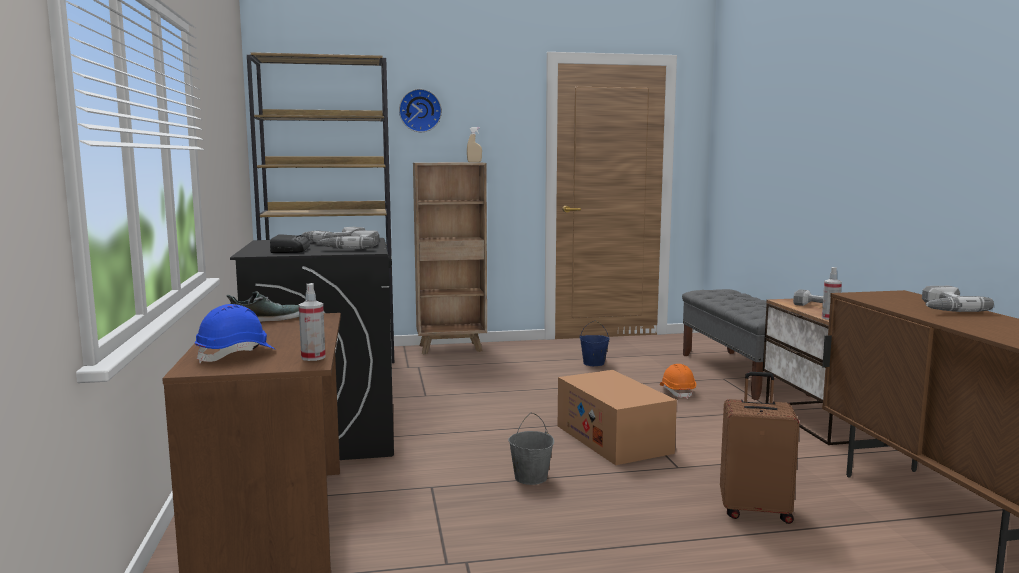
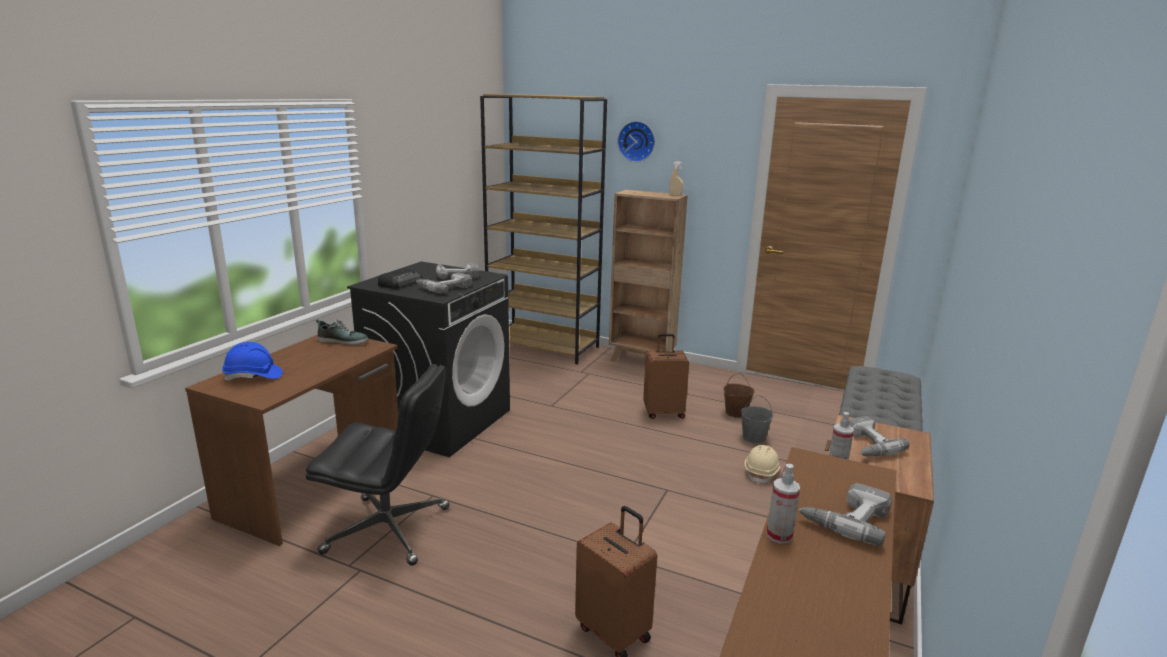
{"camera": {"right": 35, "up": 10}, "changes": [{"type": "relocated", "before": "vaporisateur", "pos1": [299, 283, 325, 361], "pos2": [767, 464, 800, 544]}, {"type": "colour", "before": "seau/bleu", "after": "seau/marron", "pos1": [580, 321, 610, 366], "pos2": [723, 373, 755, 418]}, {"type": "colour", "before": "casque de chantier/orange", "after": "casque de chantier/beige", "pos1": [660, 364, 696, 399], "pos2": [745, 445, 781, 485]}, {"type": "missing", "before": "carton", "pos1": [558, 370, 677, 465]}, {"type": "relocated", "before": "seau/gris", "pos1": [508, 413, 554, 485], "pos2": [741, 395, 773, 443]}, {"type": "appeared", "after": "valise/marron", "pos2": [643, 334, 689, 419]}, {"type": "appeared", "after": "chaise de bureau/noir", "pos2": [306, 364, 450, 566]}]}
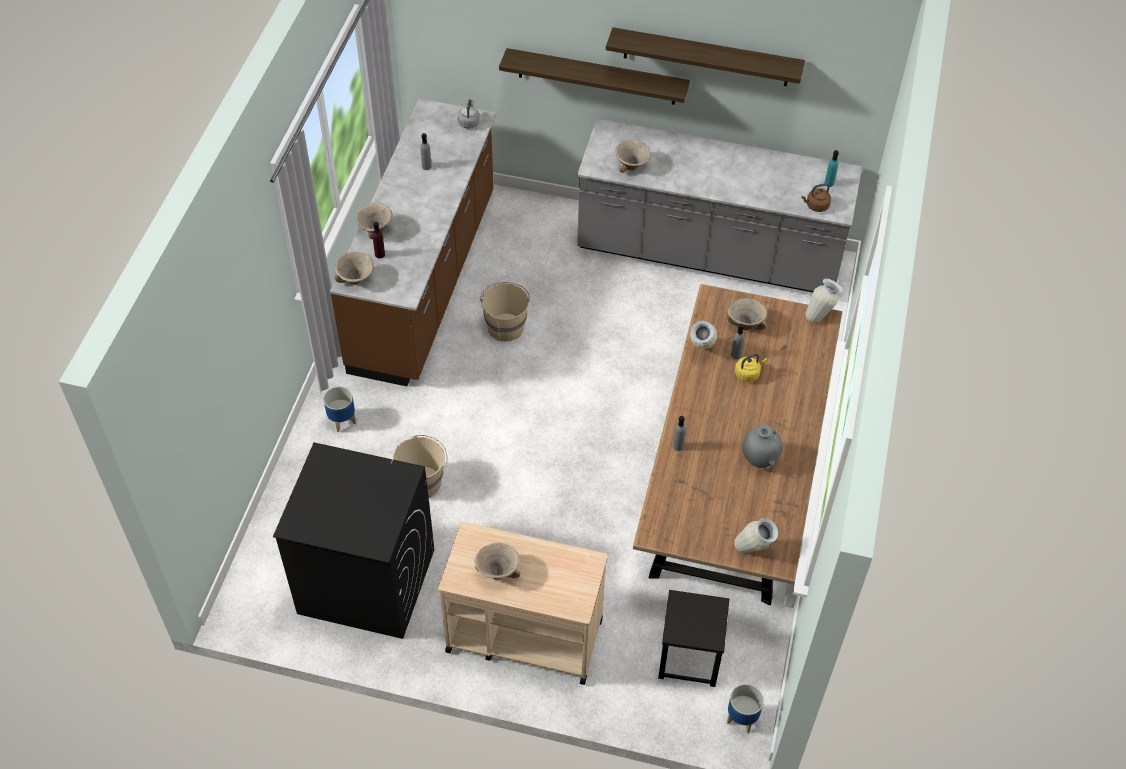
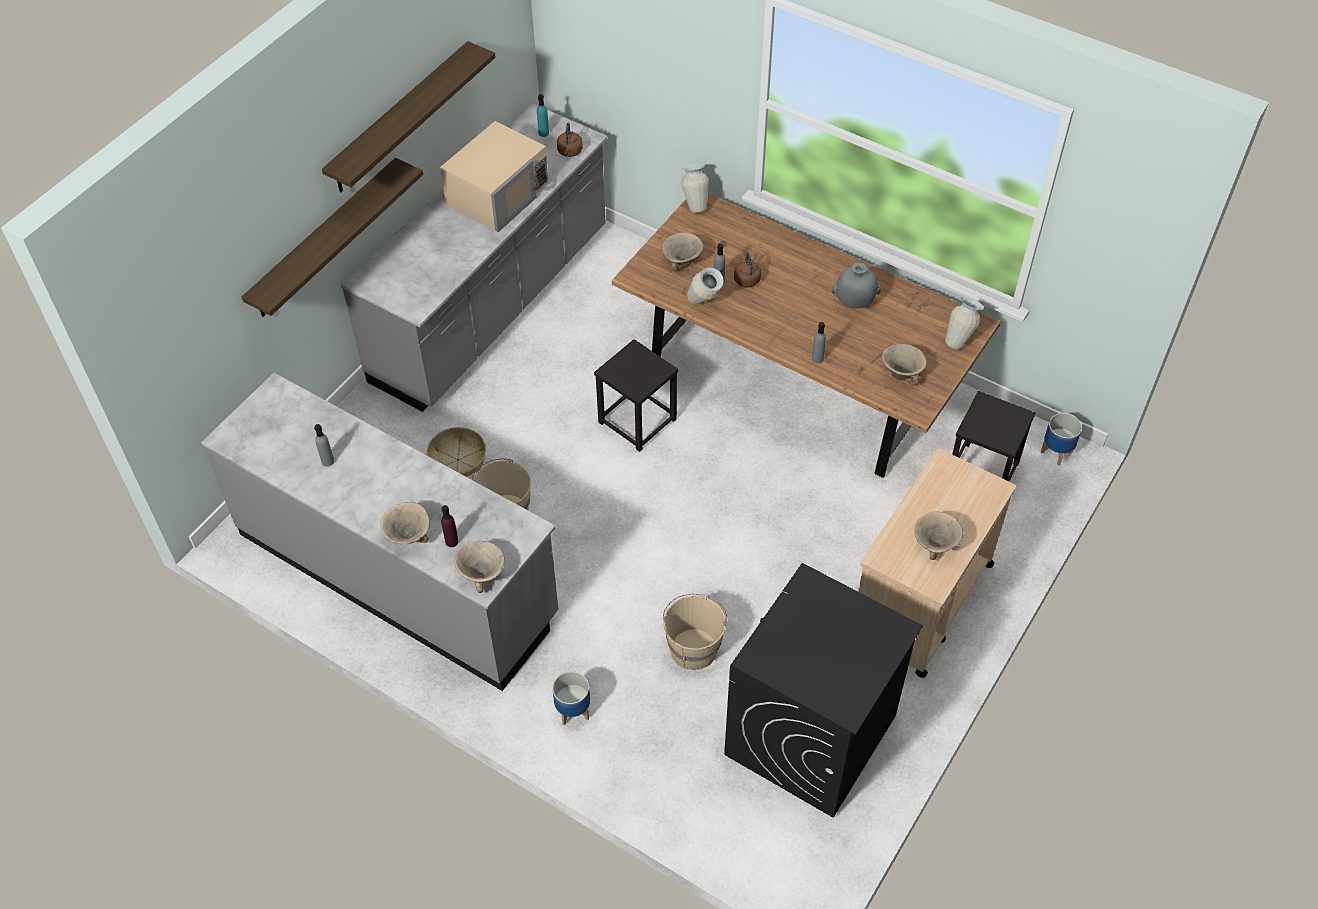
{"camera": {"right": -70, "up": 0}, "changes": [{"type": "colour", "before": "comptoir de cuisine/marron", "after": "comptoir de cuisine/gris", "pos1": [330, 99, 496, 386], "pos2": [201, 373, 559, 691]}, {"type": "missing", "before": "bouilloire/gris", "pos1": [457, 99, 480, 129]}, {"type": "relocated", "before": "bol/beige", "pos1": [615, 140, 651, 173], "pos2": [882, 344, 927, 386]}, {"type": "colour", "before": "bouilloire/jaune", "after": "bouilloire/marron", "pos1": [735, 354, 767, 382], "pos2": [734, 252, 761, 287]}, {"type": "appeared", "after": "micro-ondes/beige", "pos2": [440, 121, 549, 232]}, {"type": "appeared", "after": "tabouret/noir", "pos2": [594, 339, 678, 452]}, {"type": "appeared", "after": "panier", "pos2": [426, 427, 486, 477]}]}
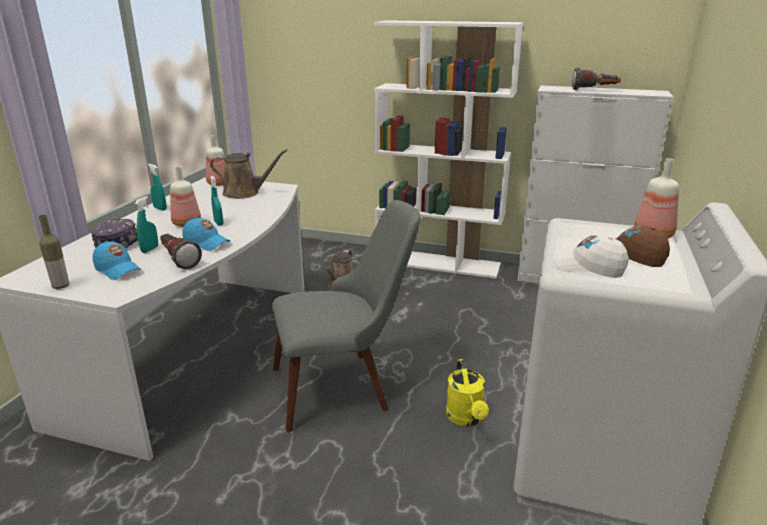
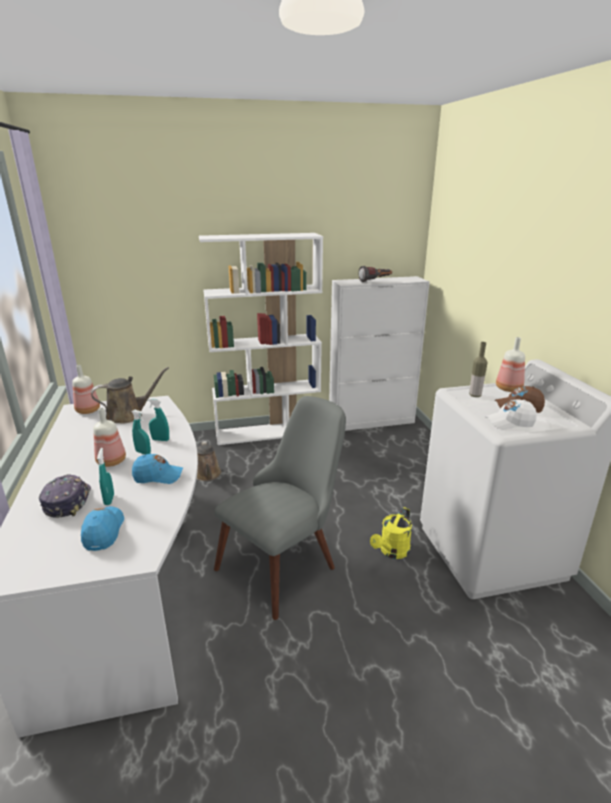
{"camera": {"right": -30, "up": 0}, "changes": [{"type": "relocated", "before": "vaporisateur/turquoise", "pos1": [148, 164, 167, 211], "pos2": [147, 399, 169, 441]}, {"type": "relocated", "before": "bouteille", "pos1": [39, 215, 69, 289], "pos2": [469, 342, 487, 397]}, {"type": "missing", "before": "lampe de poche", "pos1": [160, 234, 202, 269]}, {"type": "spun", "before": "casquette/bleu", "pos1": [93, 241, 142, 280], "pos2": [81, 506, 124, 551], "turn": -105}, {"type": "spun", "before": "arrosoir/jaune", "pos1": [446, 359, 489, 426], "pos2": [370, 507, 412, 559], "turn": 75}]}
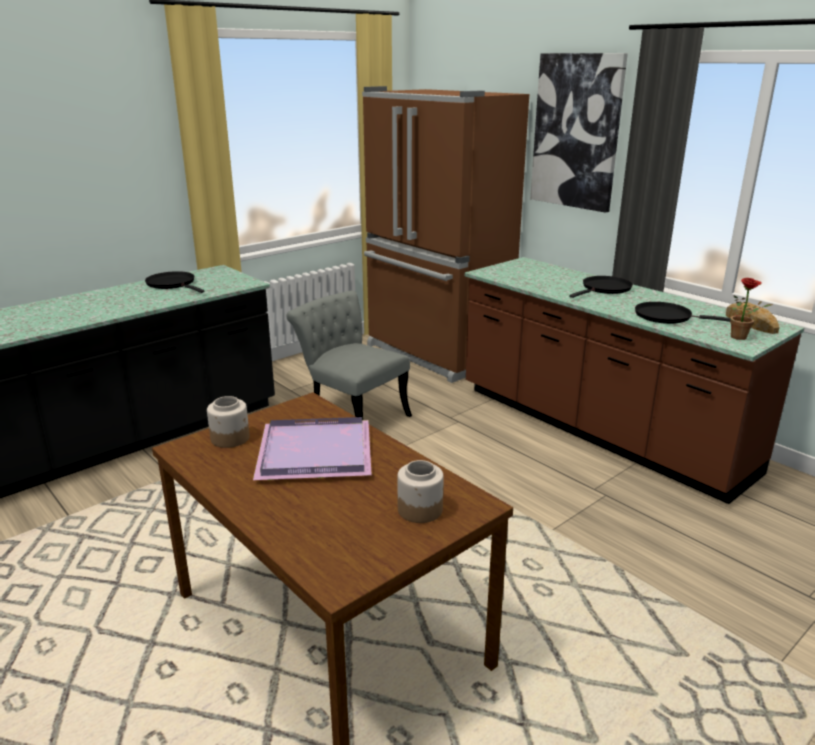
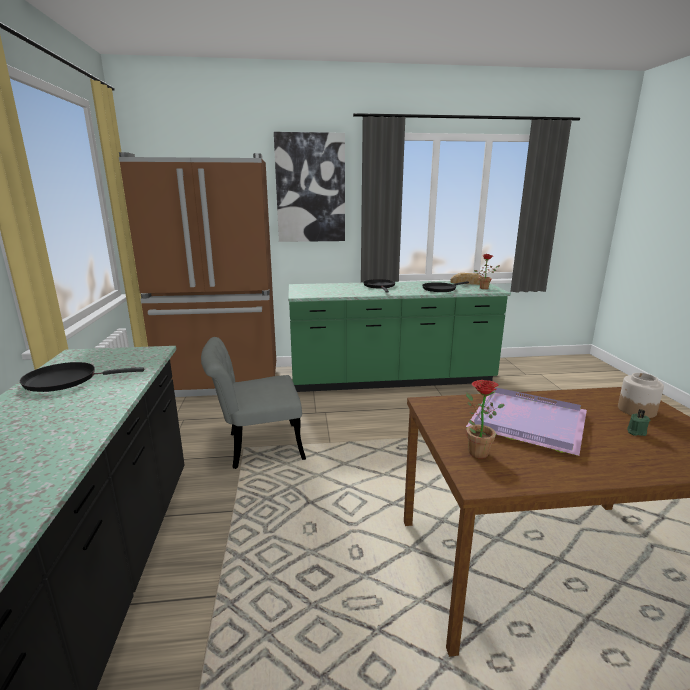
{"camera": {"right": -55, "up": -5}, "changes": [{"type": "colour", "before": "comptoir de cuisine/marron", "after": "comptoir de cuisine/vert", "pos1": [465, 257, 804, 504], "pos2": [288, 281, 511, 392]}, {"type": "exchanged", "before": "bocal", "after": "plante en pot", "pos1": [207, 396, 250, 448], "pos2": [466, 380, 505, 459]}, {"type": "appeared", "after": "bougie/vert", "pos2": [627, 410, 651, 436]}]}
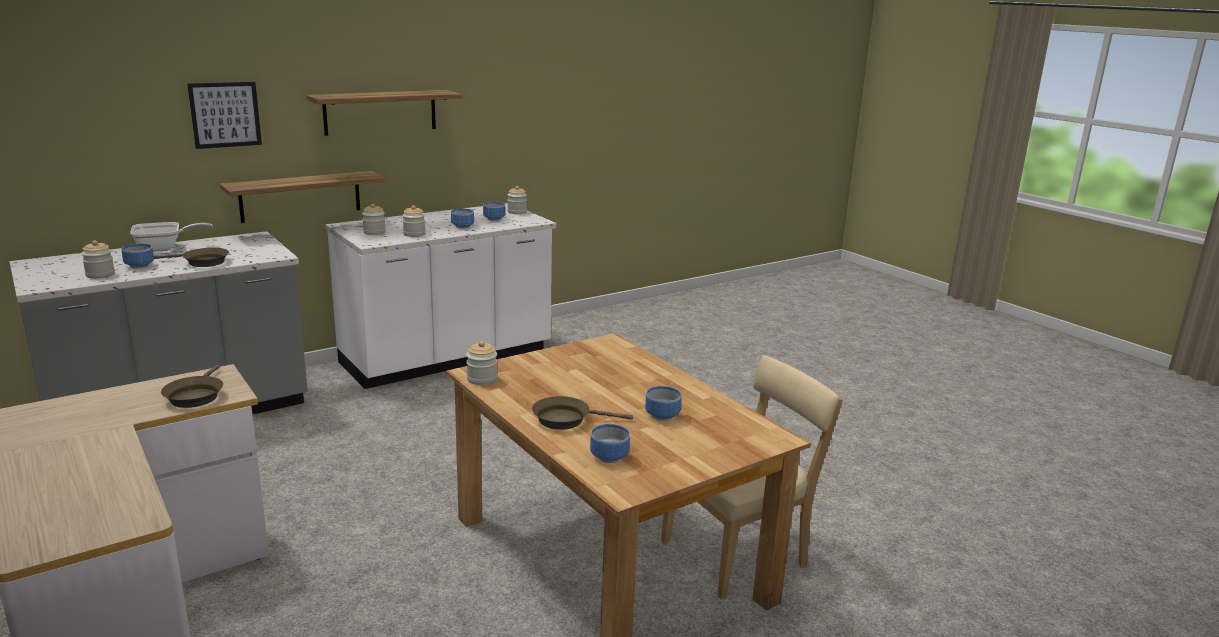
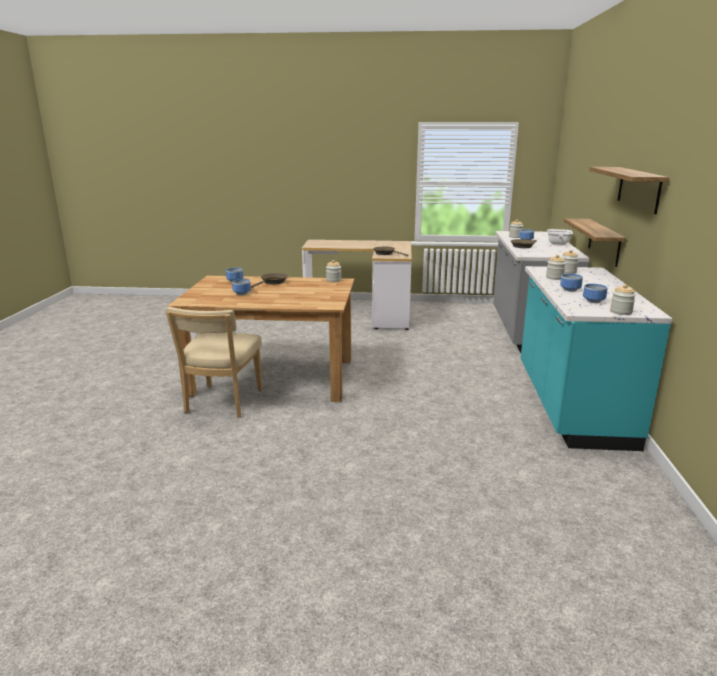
{"camera": {"right": 130, "up": 0}, "changes": [{"type": "missing", "before": "tableau", "pos1": [187, 82, 262, 149]}, {"type": "colour", "before": "comptoir de cuisine/blanc", "after": "comptoir de cuisine/turquoise", "pos1": [326, 203, 556, 389], "pos2": [521, 266, 672, 451]}]}
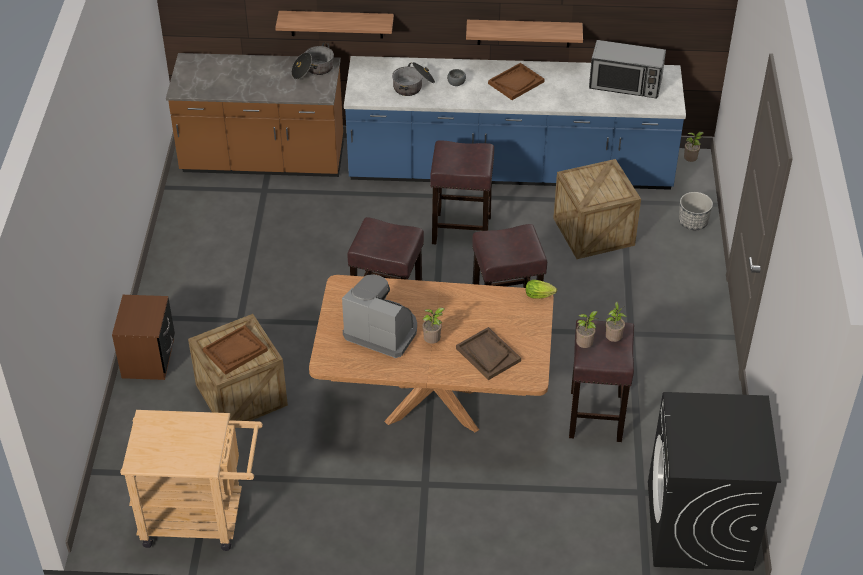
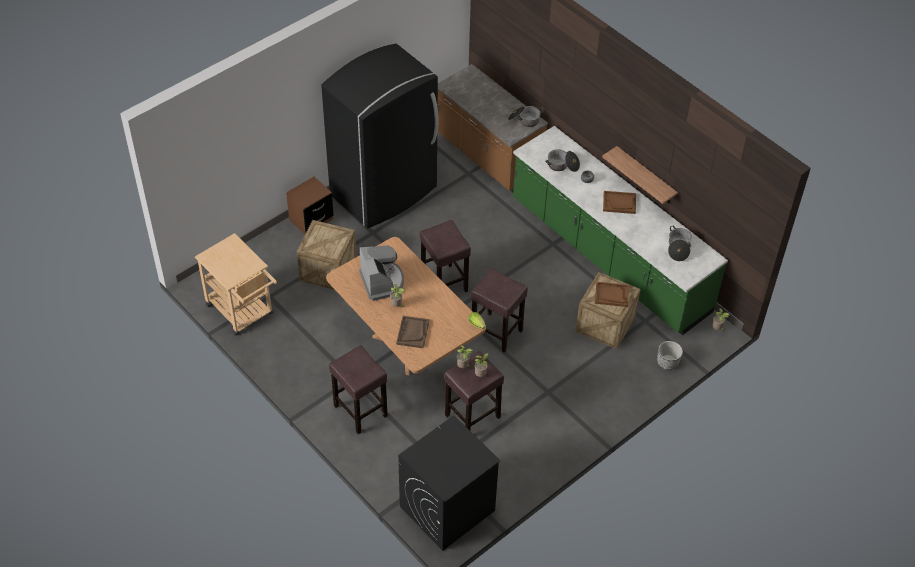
{"camera": {"right": 45, "up": 5}, "changes": [{"type": "missing", "before": "étagère", "pos1": [275, 11, 394, 39]}, {"type": "exchanged", "before": "micro-ondes", "after": "marmite", "pos1": [589, 40, 666, 99], "pos2": [668, 226, 692, 261]}, {"type": "colour", "before": "comptoir de cuisine/bleu", "after": "comptoir de cuisine/vert", "pos1": [344, 56, 686, 190], "pos2": [513, 126, 728, 335]}, {"type": "relocated", "before": "tabouret/marron", "pos1": [430, 140, 494, 244], "pos2": [329, 345, 388, 434]}, {"type": "relocated", "before": "plateau/marron", "pos1": [203, 325, 268, 375], "pos2": [595, 282, 629, 307]}, {"type": "appeared", "after": "réfrigérateur/noir", "pos2": [321, 44, 438, 228]}]}
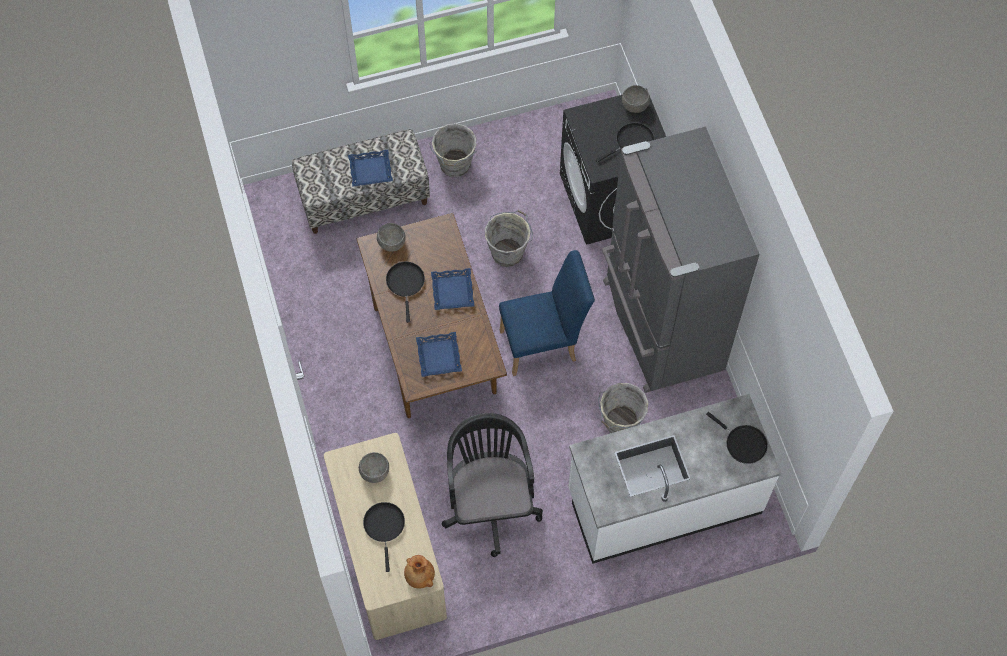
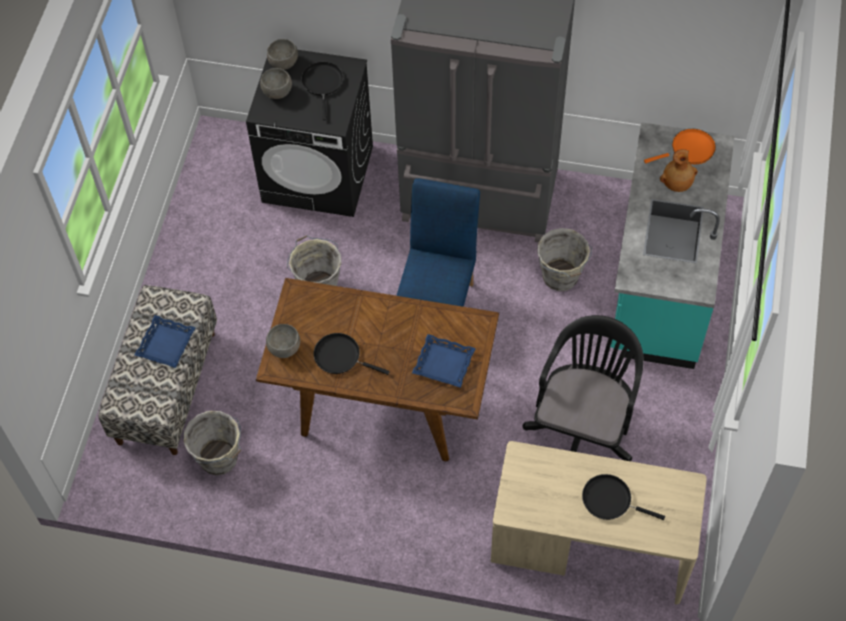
{"camera": {"right": -60, "up": -5}, "changes": [{"type": "relocated", "before": "seau/gris", "pos1": [429, 123, 476, 177], "pos2": [184, 411, 241, 476]}, {"type": "missing", "before": "plateau/bleu", "pos1": [431, 268, 474, 310]}, {"type": "colour", "before": "comptoir de cuisine/blanc", "after": "comptoir de cuisine/turquoise", "pos1": [568, 394, 781, 564], "pos2": [611, 122, 735, 369]}, {"type": "colour", "before": "poêle/noir", "after": "poêle/orange", "pos1": [706, 412, 768, 464], "pos2": [644, 129, 716, 164]}, {"type": "spun", "before": "chaise de bureau/noir", "pos1": [442, 413, 543, 557], "pos2": [522, 315, 644, 461], "turn": 90}, {"type": "relocated", "before": "bol/gris", "pos1": [359, 452, 389, 483], "pos2": [260, 68, 292, 99]}, {"type": "relocated", "before": "vase/marron", "pos1": [404, 555, 435, 588], "pos2": [660, 149, 698, 192]}]}
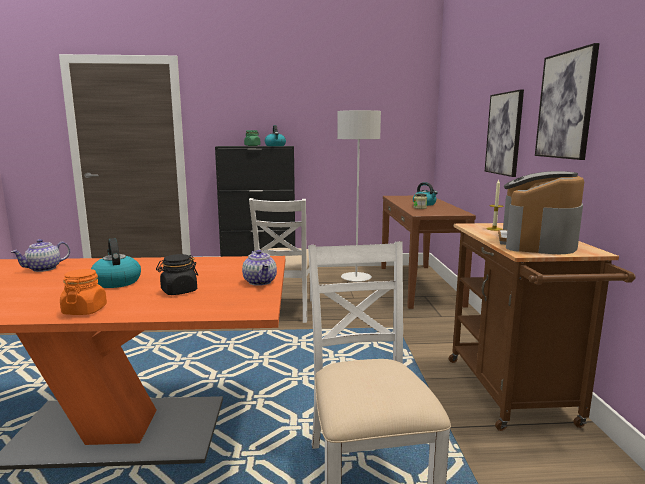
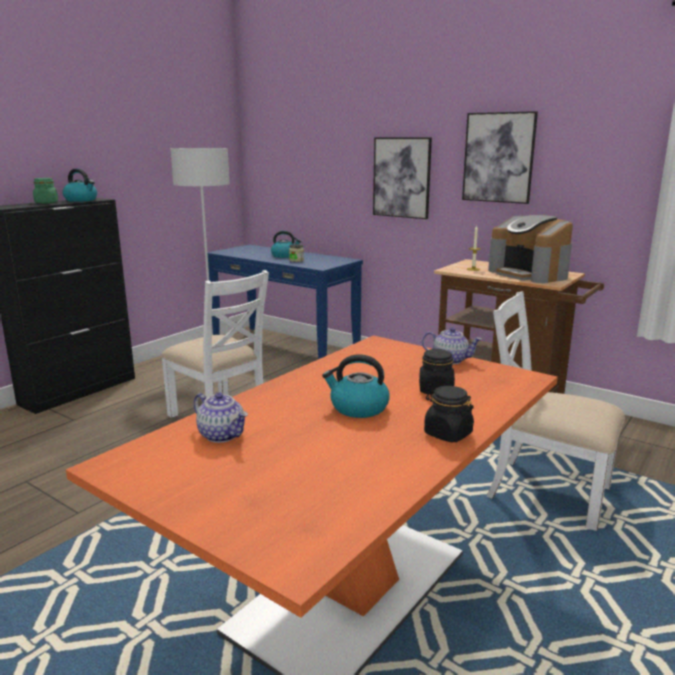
{"camera": {"right": -50, "up": 5}, "changes": [{"type": "colour", "before": "table console/marron", "after": "table console/bleu", "pos1": [381, 196, 476, 309], "pos2": [208, 245, 363, 359]}, {"type": "spun", "before": "théière", "pos1": [11, 239, 70, 272], "pos2": [194, 392, 248, 443], "turn": -45}, {"type": "colour", "before": "bocal/orange", "after": "bocal/noir", "pos1": [60, 269, 107, 315], "pos2": [424, 386, 474, 442]}]}
